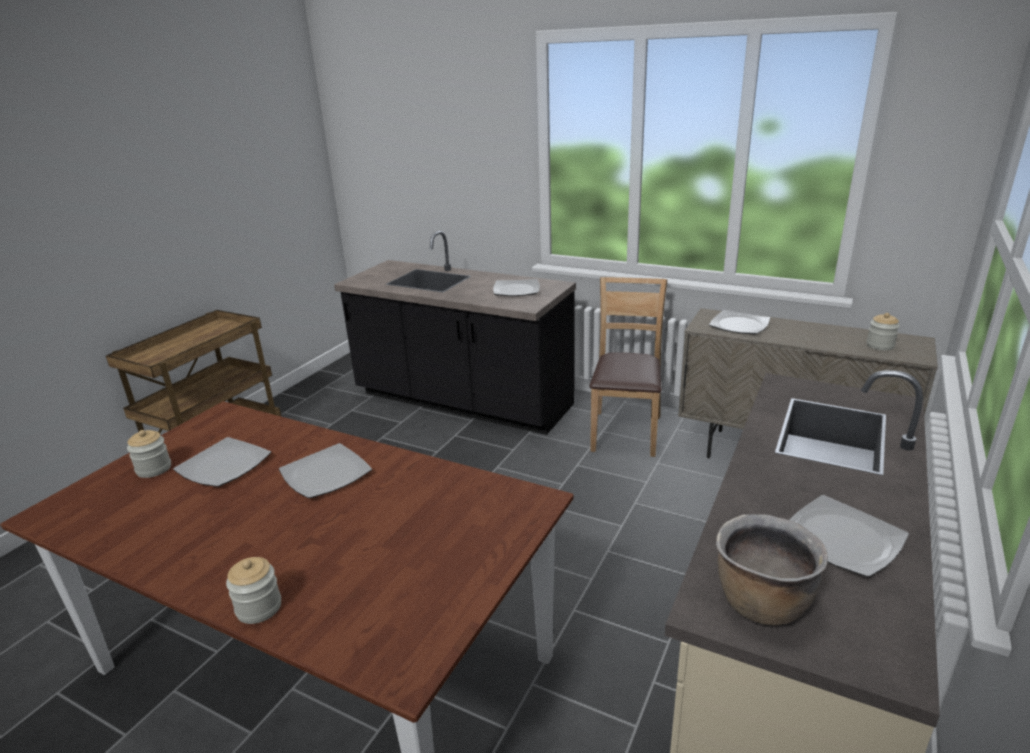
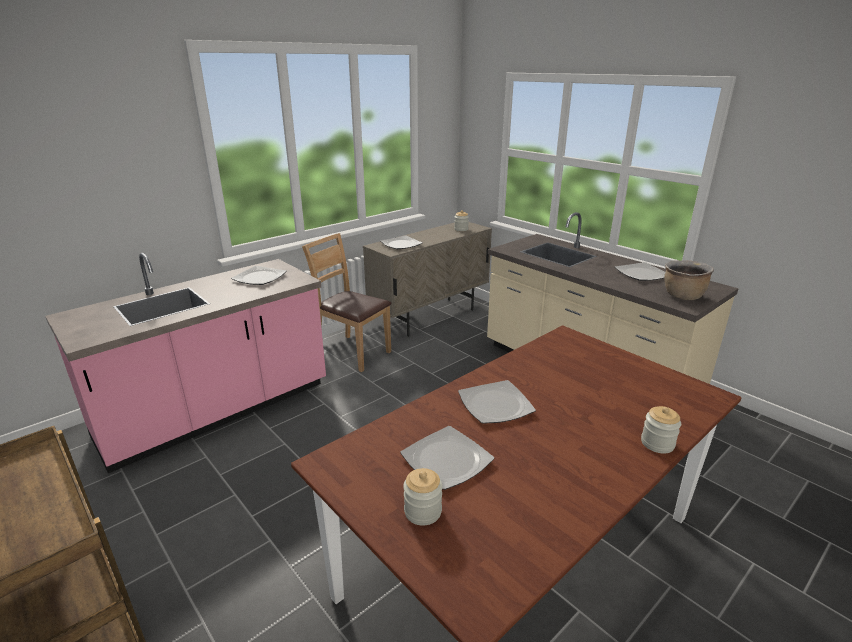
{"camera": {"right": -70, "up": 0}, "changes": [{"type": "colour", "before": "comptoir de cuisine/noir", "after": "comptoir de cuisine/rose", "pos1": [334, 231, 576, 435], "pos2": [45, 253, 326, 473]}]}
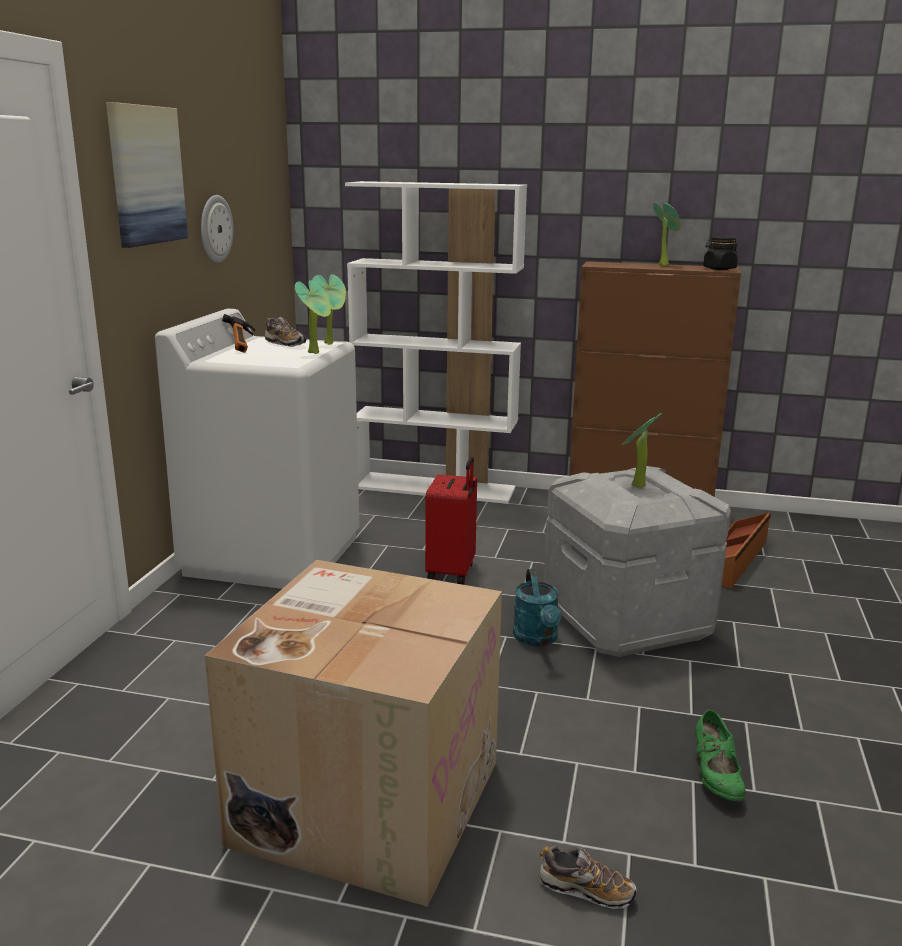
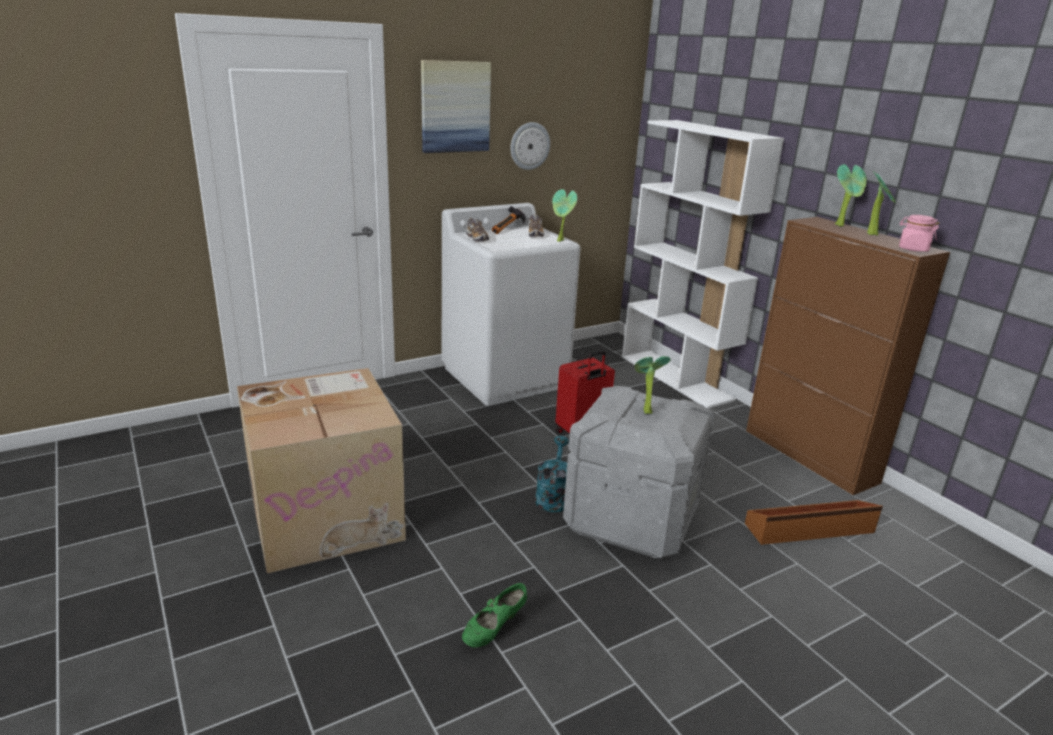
{"camera": {"right": 45, "up": 5}, "changes": [{"type": "colour", "before": "bocal/noir", "after": "bocal/rose", "pos1": [703, 236, 738, 270], "pos2": [899, 215, 940, 252]}, {"type": "relocated", "before": "plante en pot", "pos1": [295, 280, 331, 354], "pos2": [835, 164, 867, 227]}, {"type": "spun", "before": "arrosoir/turquoise", "pos1": [513, 569, 561, 647], "pos2": [535, 436, 569, 512], "turn": 150}, {"type": "relocated", "before": "chaussure", "pos1": [539, 845, 637, 909], "pos2": [466, 218, 489, 242]}]}
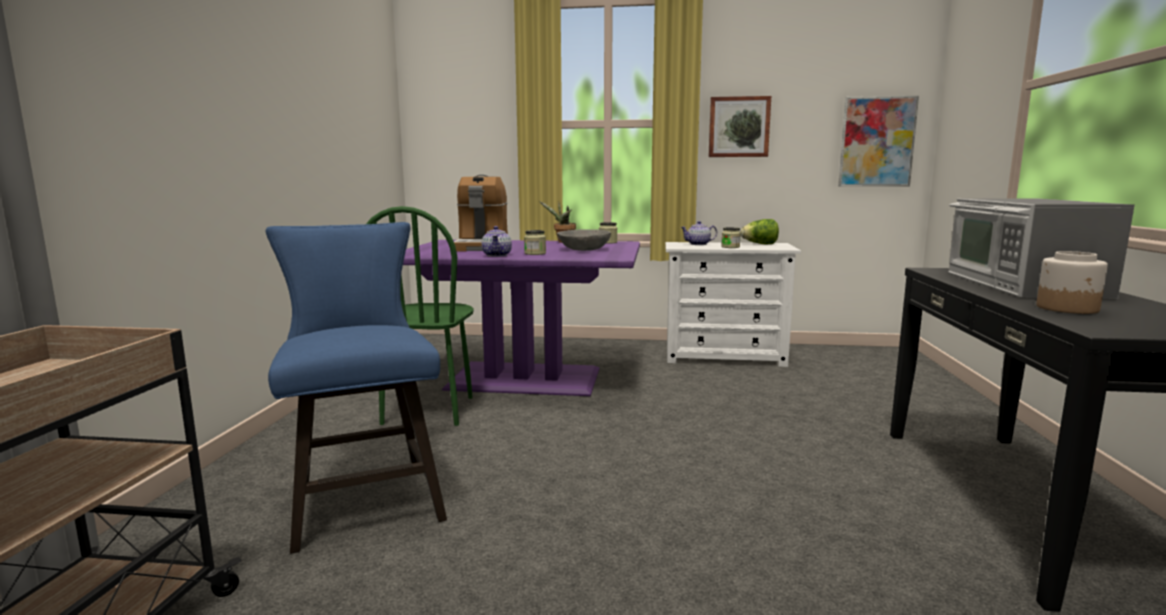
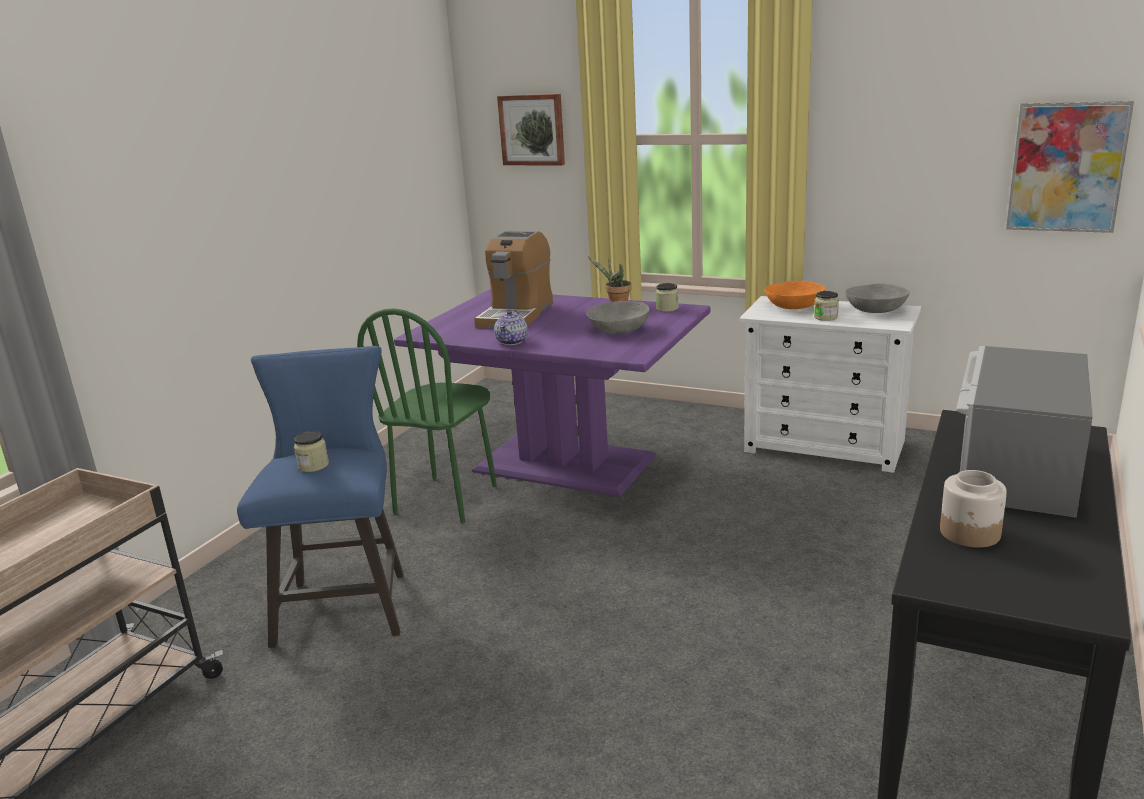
{"camera": {"right": 20, "up": 10}, "changes": [{"type": "relocated", "before": "tableau", "pos1": [708, 96, 771, 157], "pos2": [497, 94, 565, 166]}, {"type": "exchanged", "before": "laitue", "after": "bol/gris", "pos1": [741, 219, 779, 245], "pos2": [845, 284, 909, 313]}, {"type": "exchanged", "before": "théière", "after": "bol/orange", "pos1": [680, 221, 717, 245], "pos2": [765, 281, 826, 309]}, {"type": "relocated", "before": "bocal", "pos1": [524, 230, 546, 255], "pos2": [294, 431, 329, 472]}]}
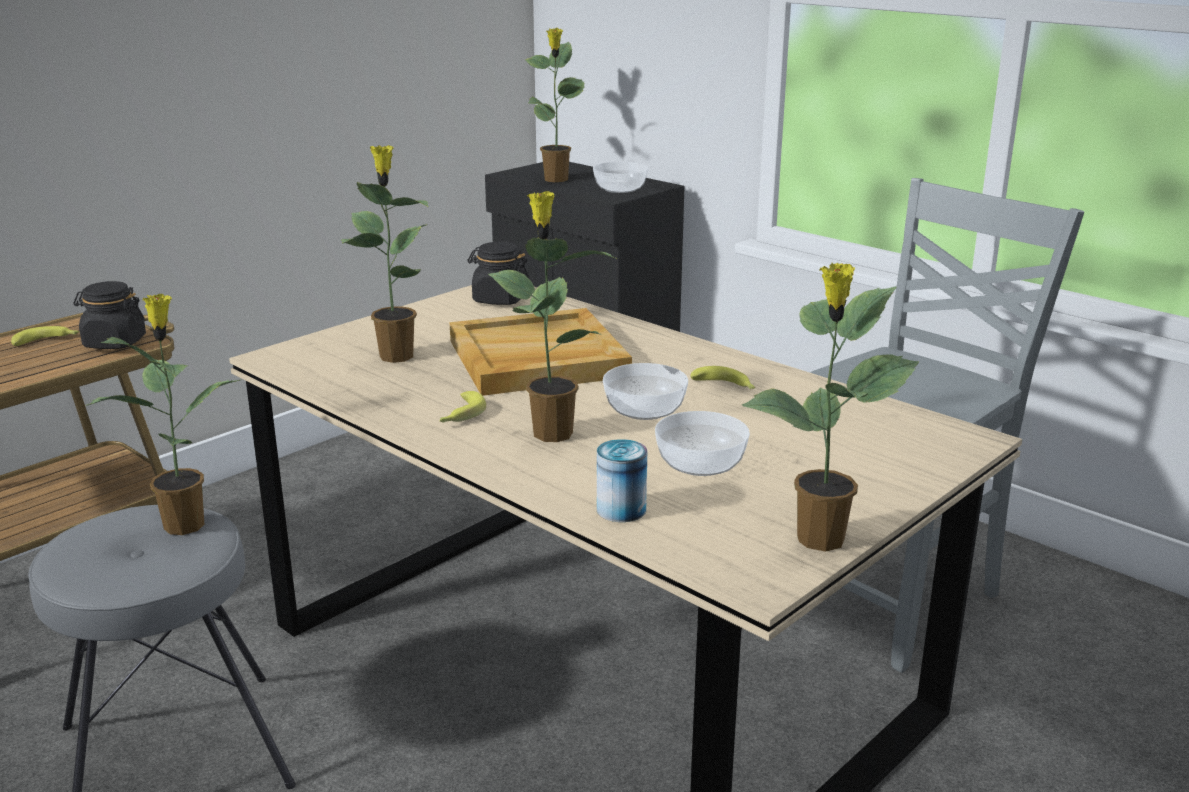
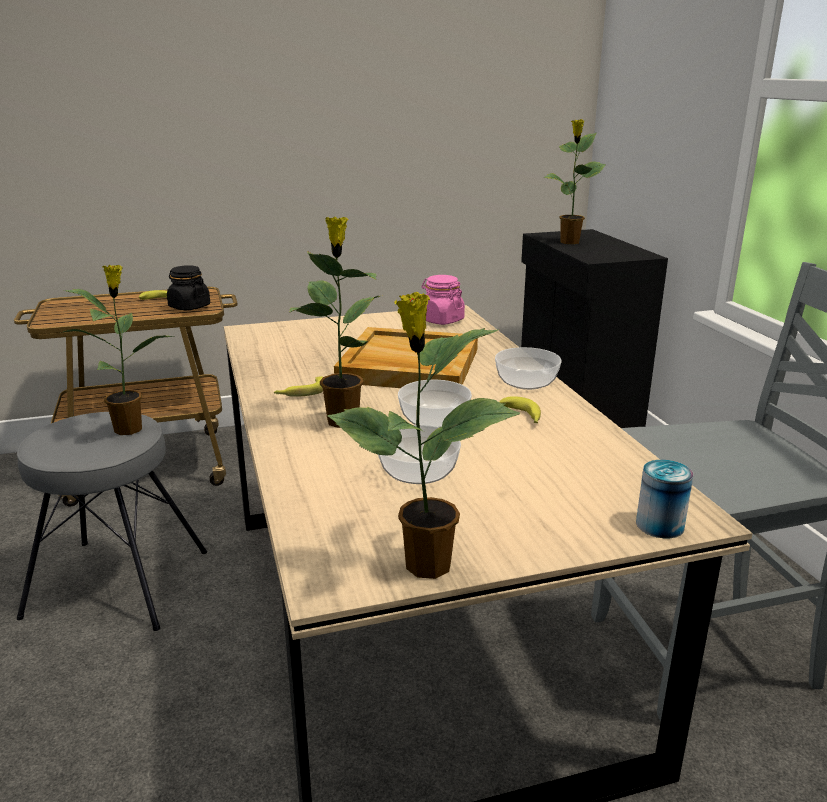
{"camera": {"right": 30, "up": 0}, "changes": [{"type": "missing", "before": "plante en pot", "pos1": [341, 145, 429, 363]}, {"type": "relocated", "before": "bol", "pos1": [593, 162, 648, 193], "pos2": [495, 347, 562, 390]}, {"type": "colour", "before": "bocal/noir", "after": "bocal/rose", "pos1": [467, 242, 530, 305], "pos2": [422, 275, 465, 325]}, {"type": "relocated", "before": "boîte métallique", "pos1": [597, 439, 647, 522], "pos2": [636, 460, 693, 538]}]}
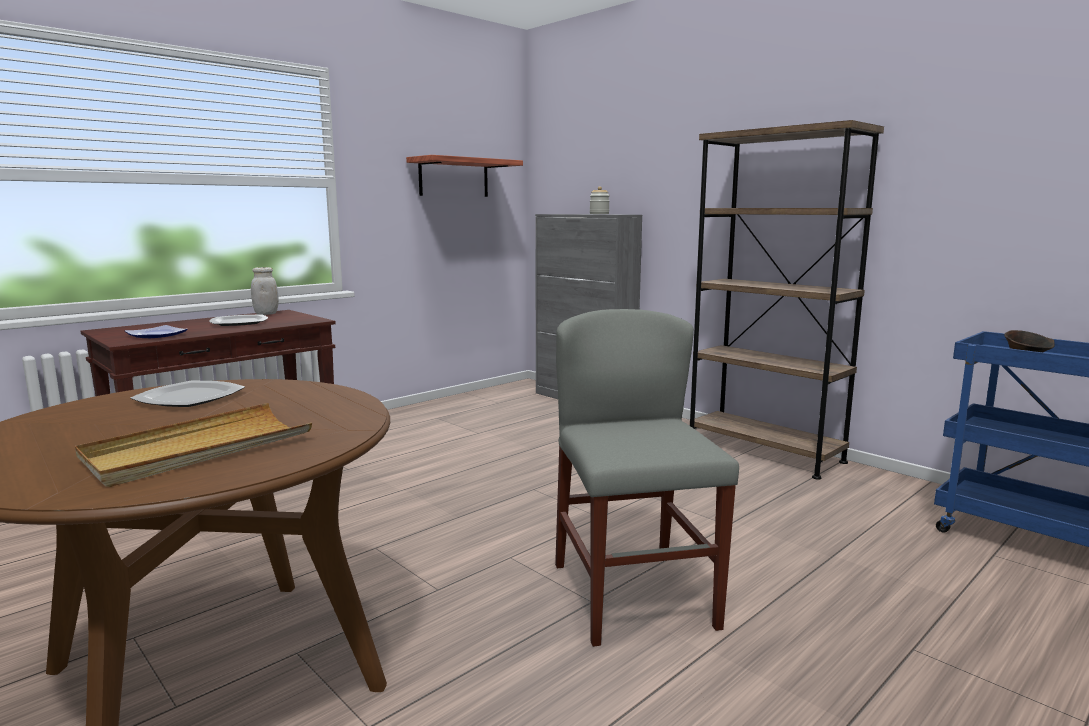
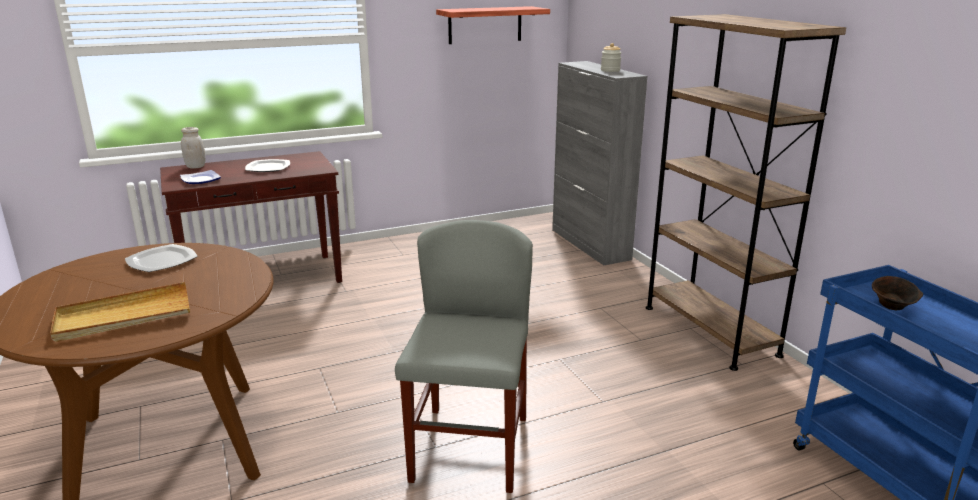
{"camera": {"right": 20, "up": 10}, "changes": [{"type": "relocated", "before": "bocal/blanc", "pos1": [251, 267, 279, 315], "pos2": [181, 127, 206, 168]}]}
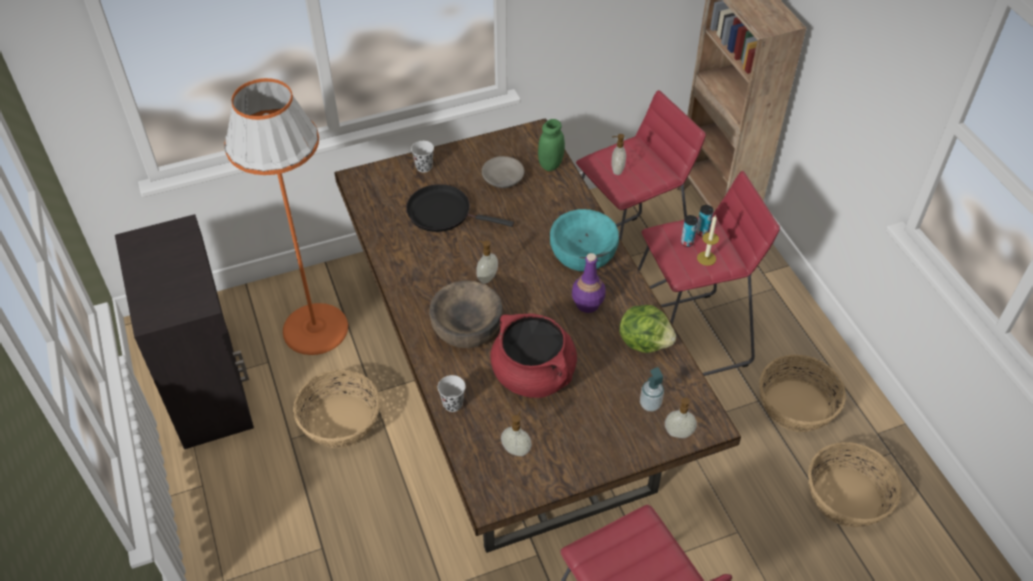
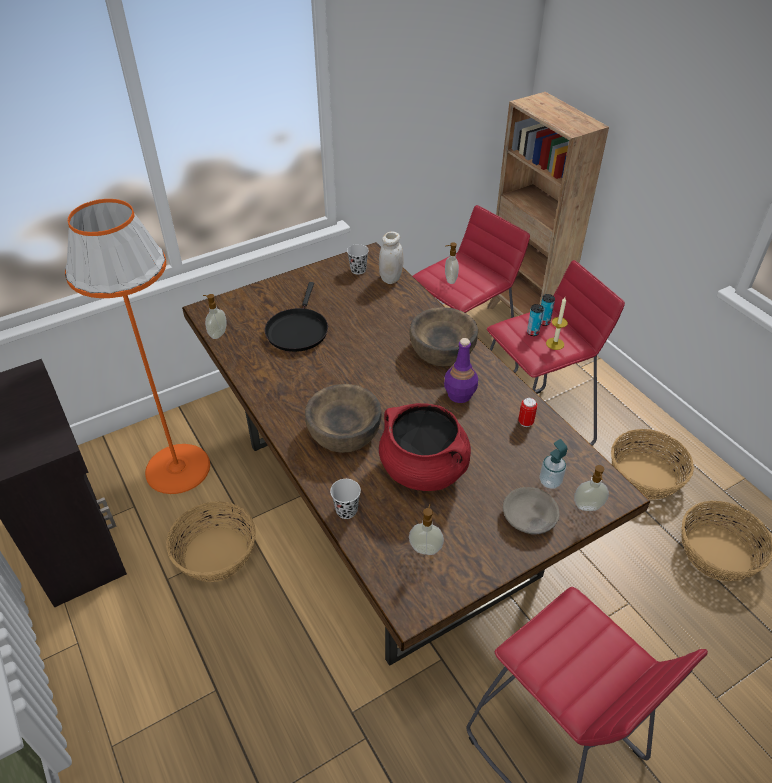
{"camera": {"right": -10, "up": -5}, "changes": [{"type": "colour", "before": "bocal/vert", "after": "bocal/blanc", "pos1": [538, 119, 565, 171], "pos2": [379, 231, 404, 284]}, {"type": "relocated", "before": "tasse/noir", "pos1": [411, 141, 434, 172], "pos2": [347, 244, 369, 275]}, {"type": "relocated", "before": "bol/gris", "pos1": [482, 156, 524, 188], "pos2": [503, 487, 560, 534]}, {"type": "spun", "before": "poêle/noir", "pos1": [406, 184, 514, 232], "pos2": [265, 282, 328, 352], "turn": -90}, {"type": "colour", "before": "bol/turquoise", "after": "bol/marron", "pos1": [550, 209, 619, 271], "pos2": [409, 307, 478, 366]}, {"type": "relocated", "before": "distributeur de savon", "pos1": [476, 241, 498, 284], "pos2": [203, 294, 227, 339]}, {"type": "exchanged", "before": "laitue", "after": "boîte métallique", "pos1": [619, 305, 676, 353], "pos2": [518, 397, 538, 427]}]}
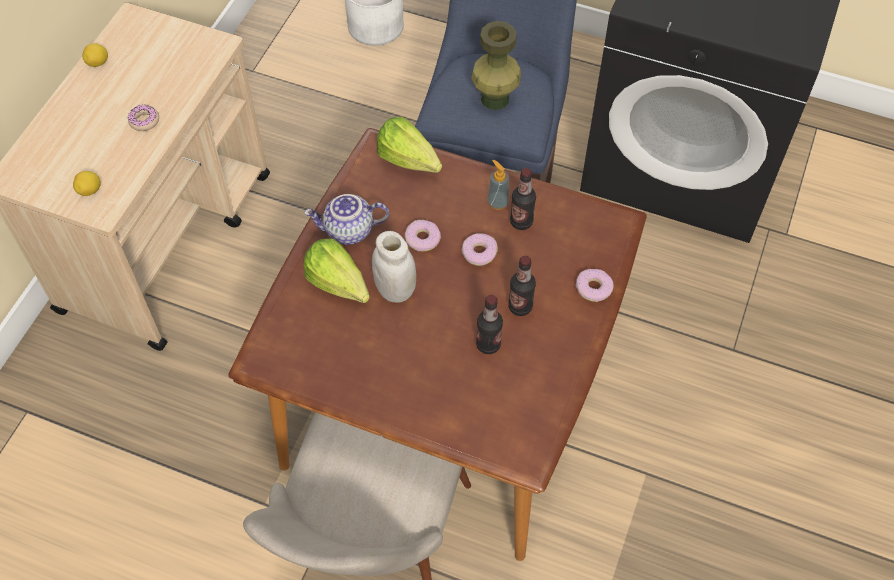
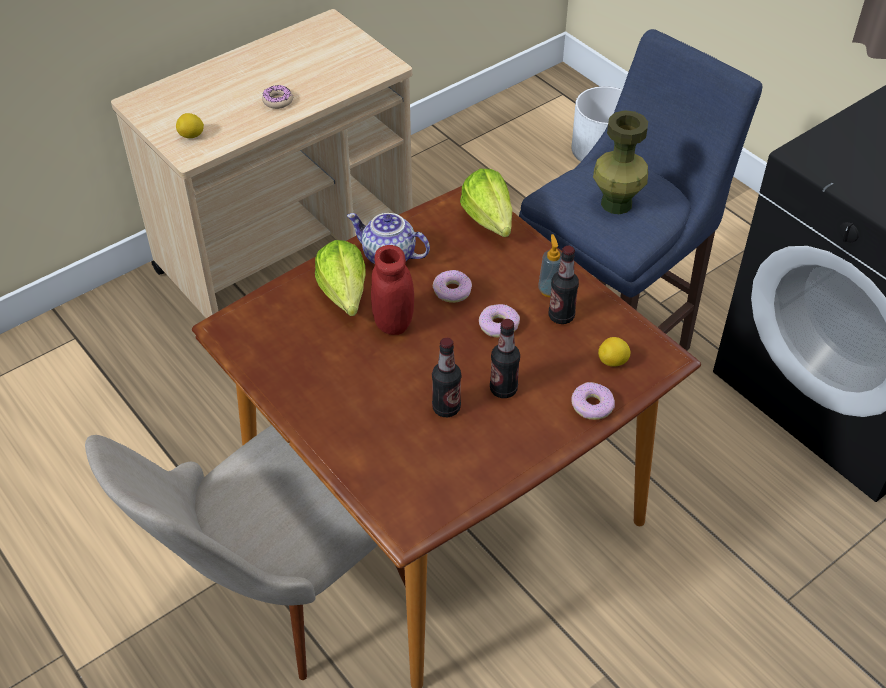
{"camera": {"right": 30, "up": -10}, "changes": [{"type": "relocated", "before": "citron", "pos1": [82, 43, 108, 67], "pos2": [598, 337, 630, 367]}, {"type": "colour", "before": "bocal/blanc", "after": "bocal/rouge", "pos1": [372, 231, 416, 303], "pos2": [371, 245, 414, 335]}]}
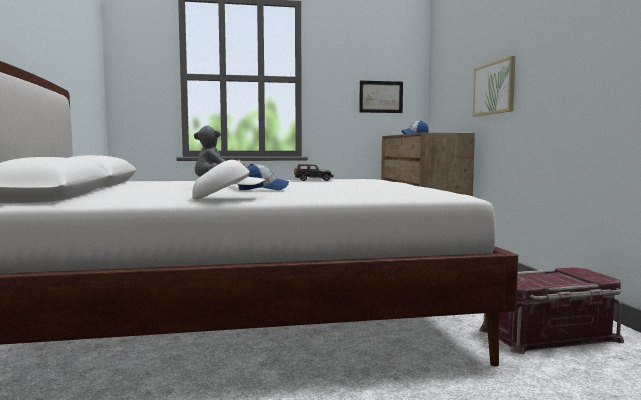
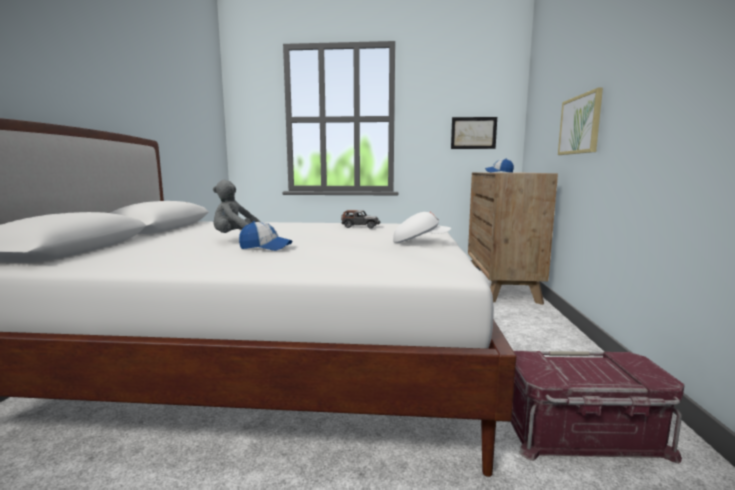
{"camera": {"right": 15, "up": 5}, "changes": [{"type": "relocated", "before": "casquette/blanc", "pos1": [192, 160, 265, 199], "pos2": [393, 212, 451, 243]}]}
